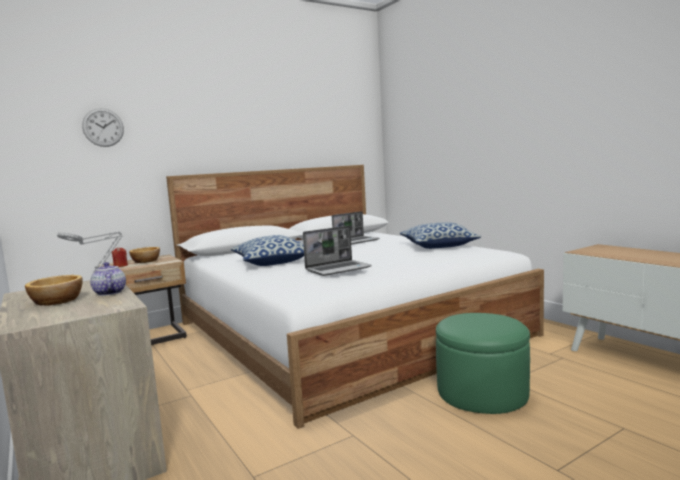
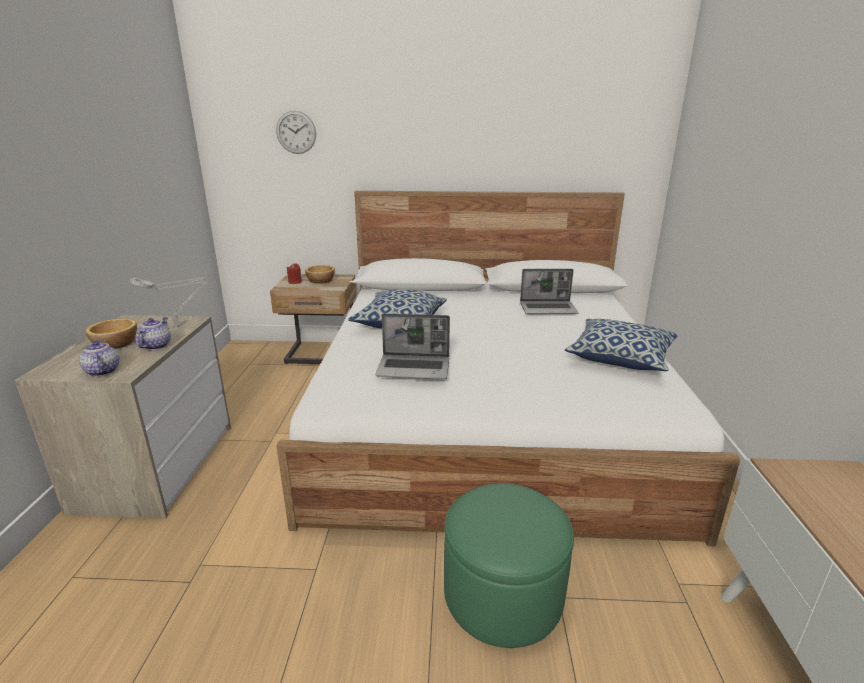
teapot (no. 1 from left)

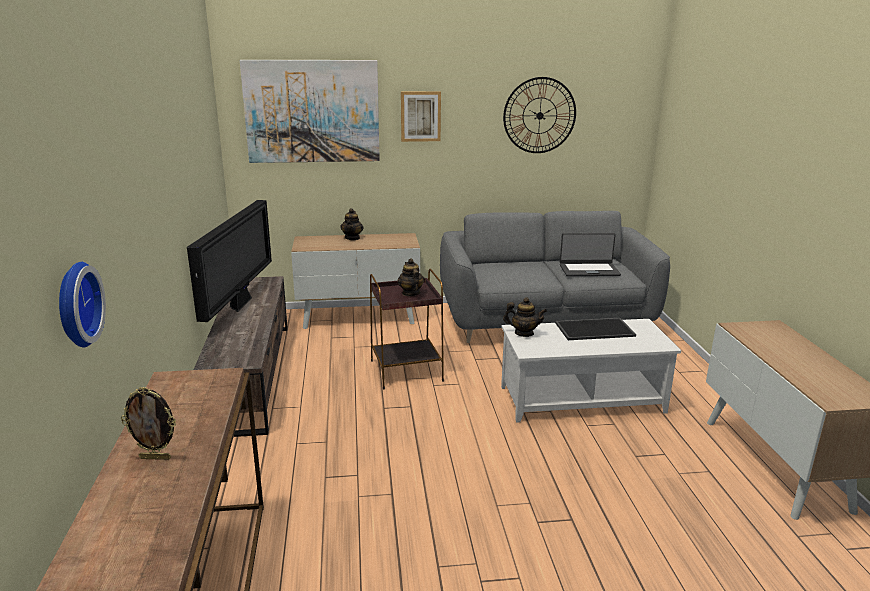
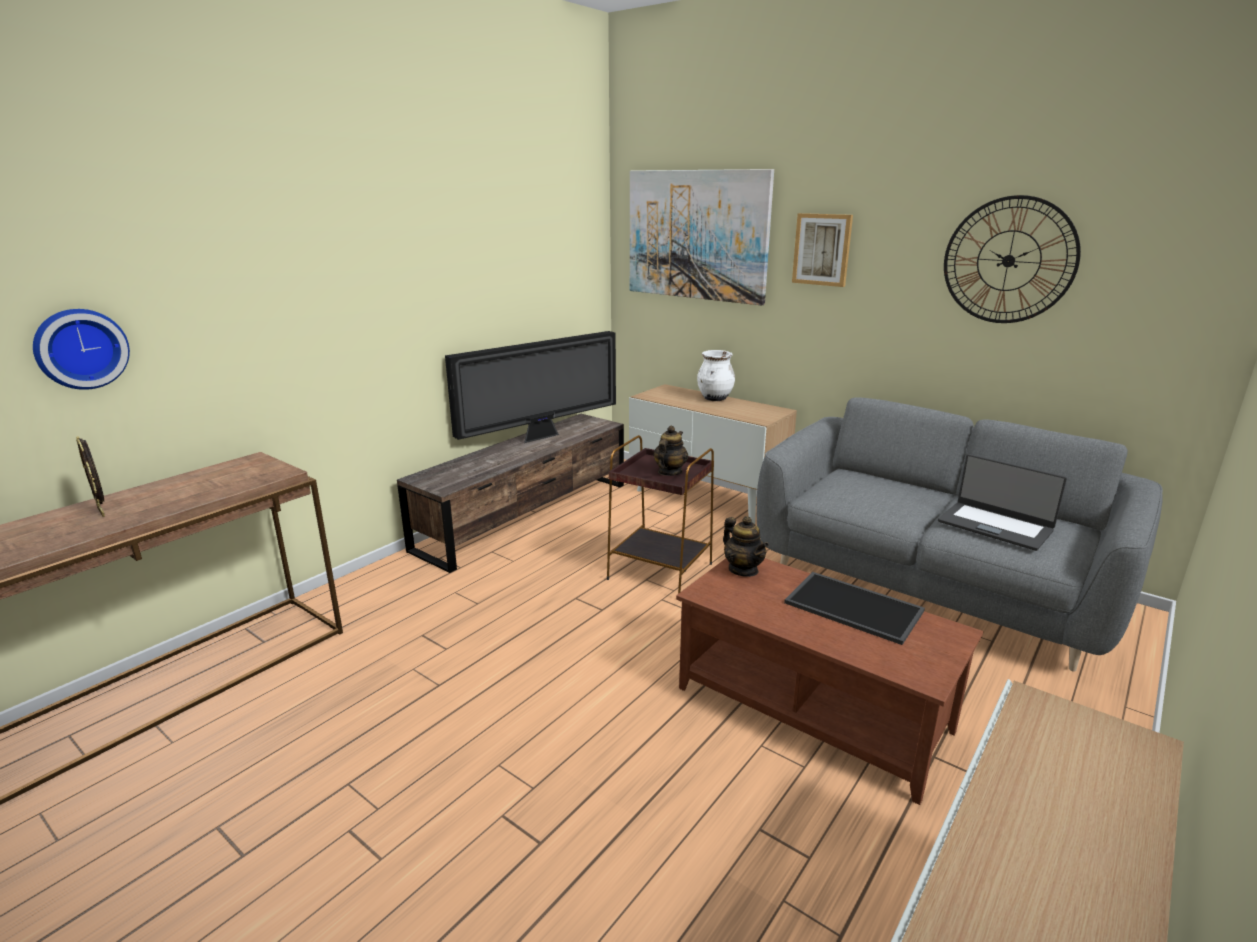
brown coffee table
white vase

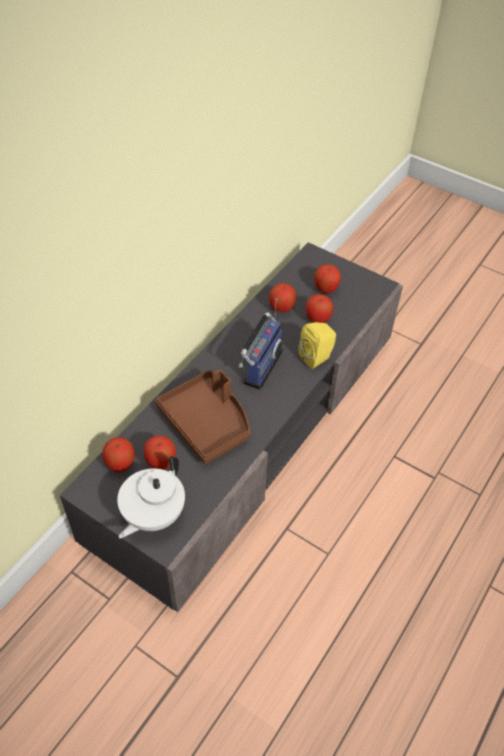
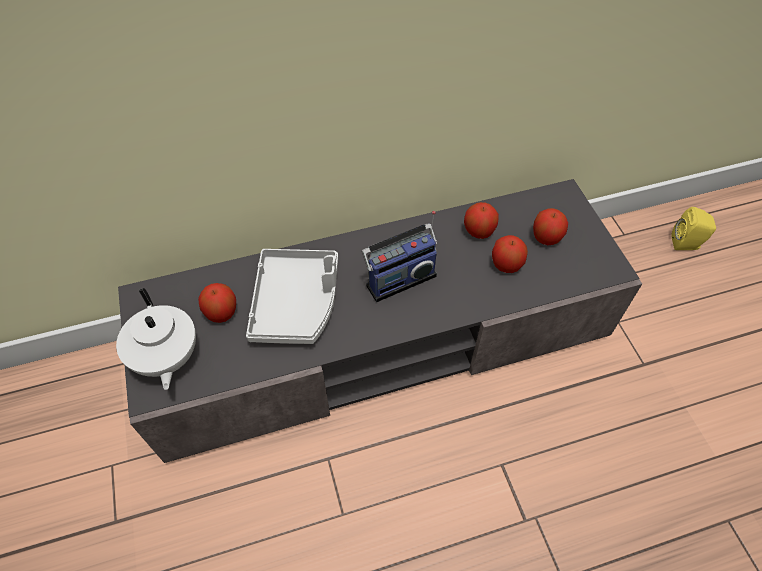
white teapot
grey tray
yellow speaker
apple (no. 1 from left in the first image)

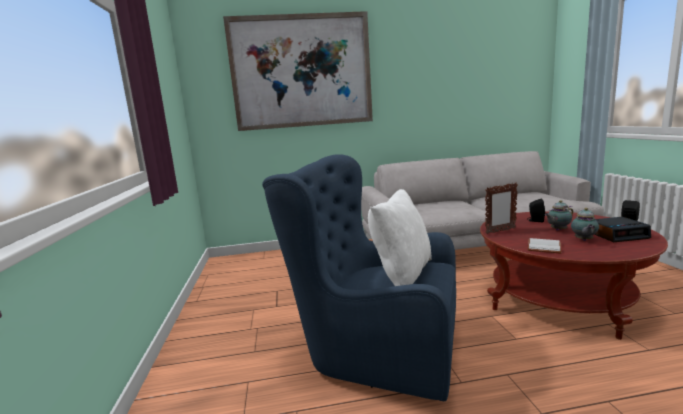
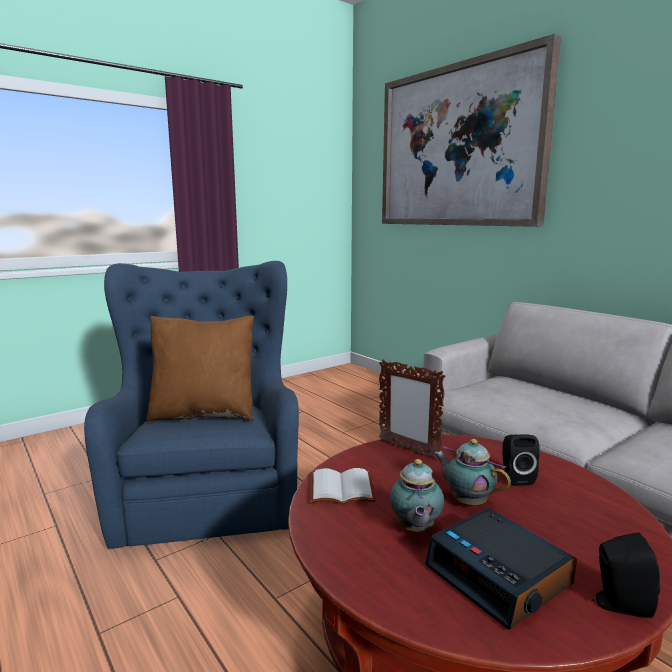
brown pillow
teapot (no. 1 from left)

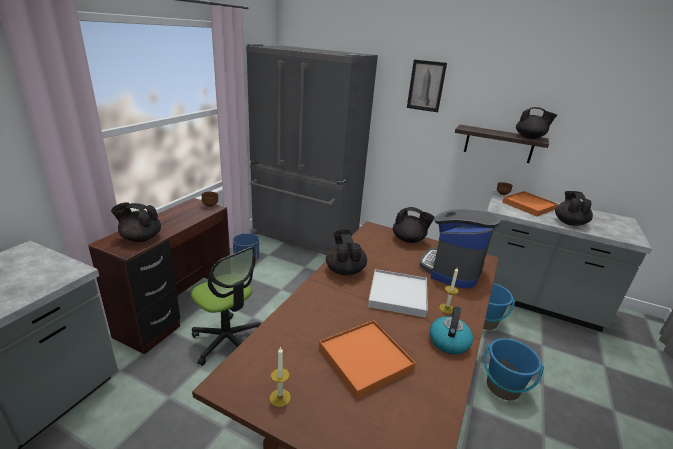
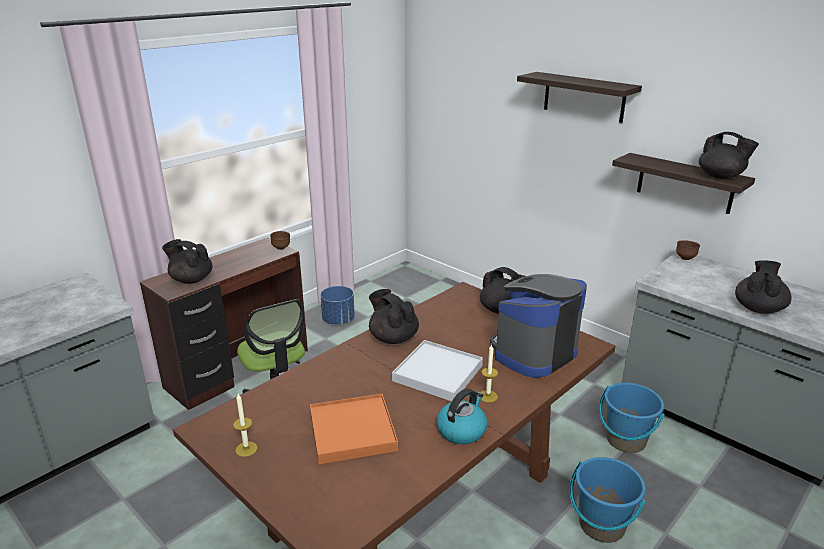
black teapot (no. 2 from left)
shelf (no. 1 from left)
grey fridge
orange tray (no. 2 from left in the first image)

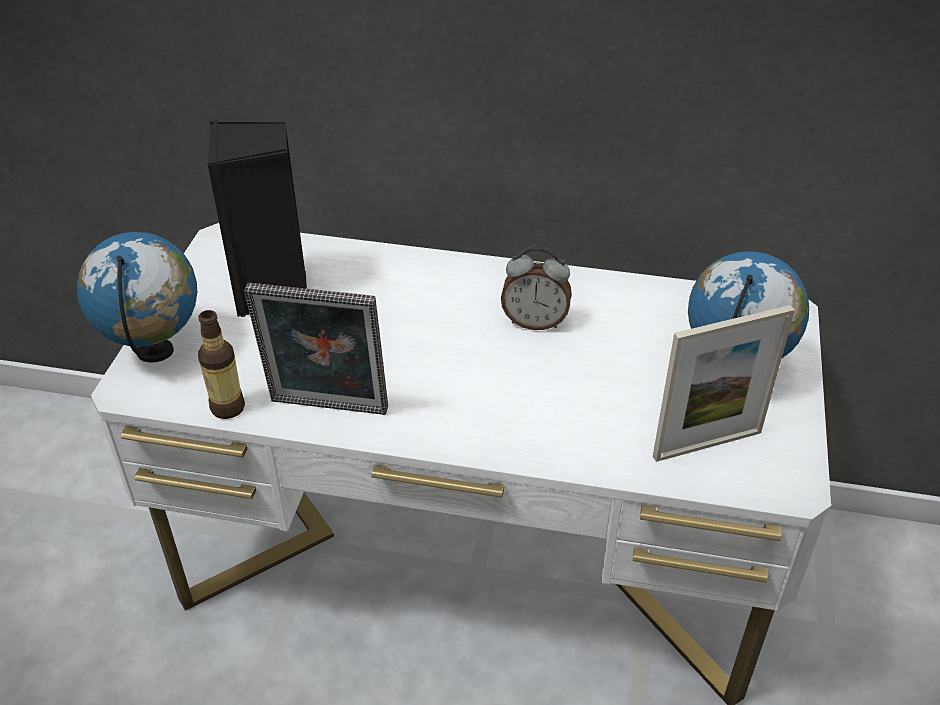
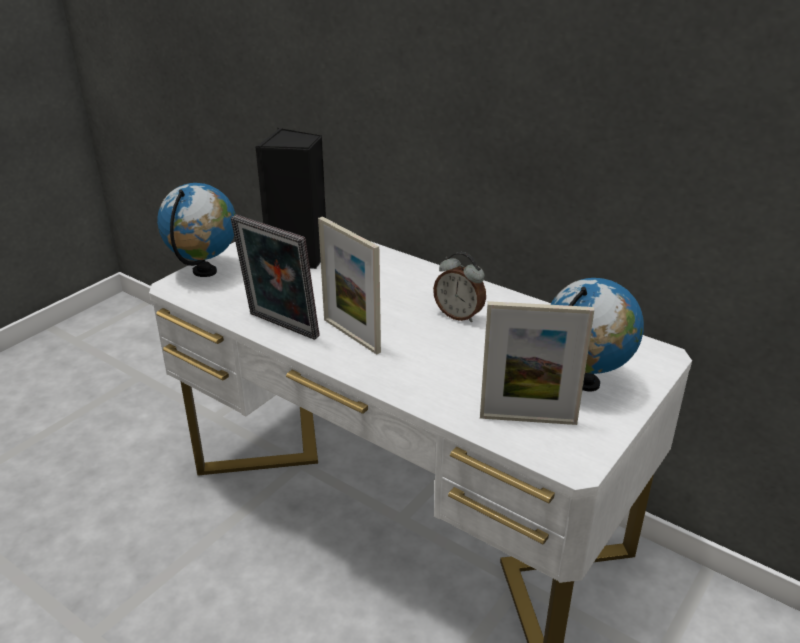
picture frame (no. 2 from left)
bottle

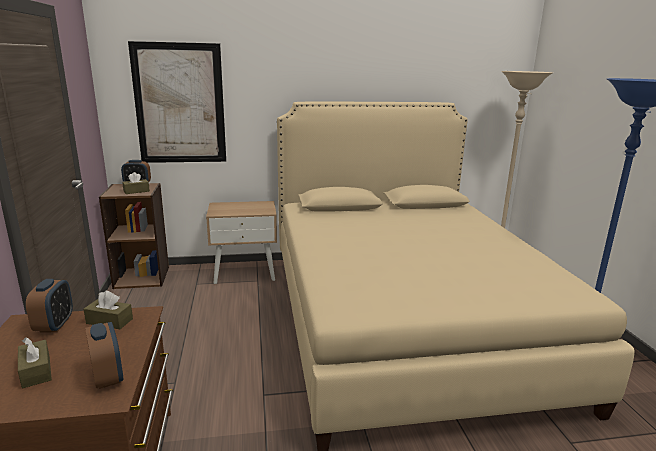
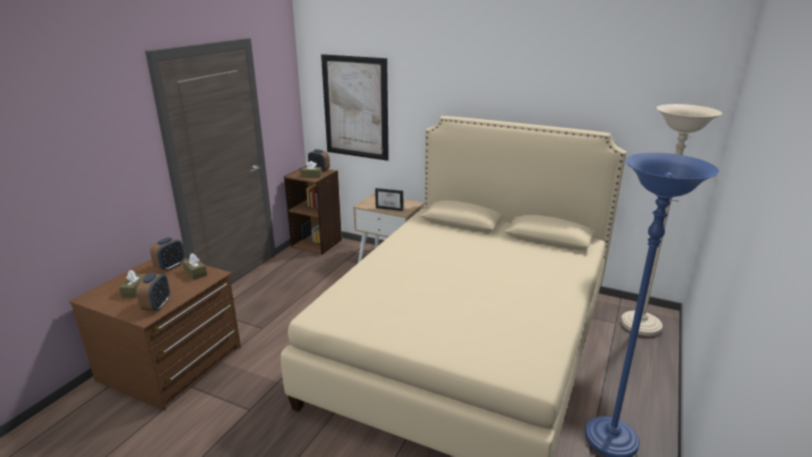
picture frame

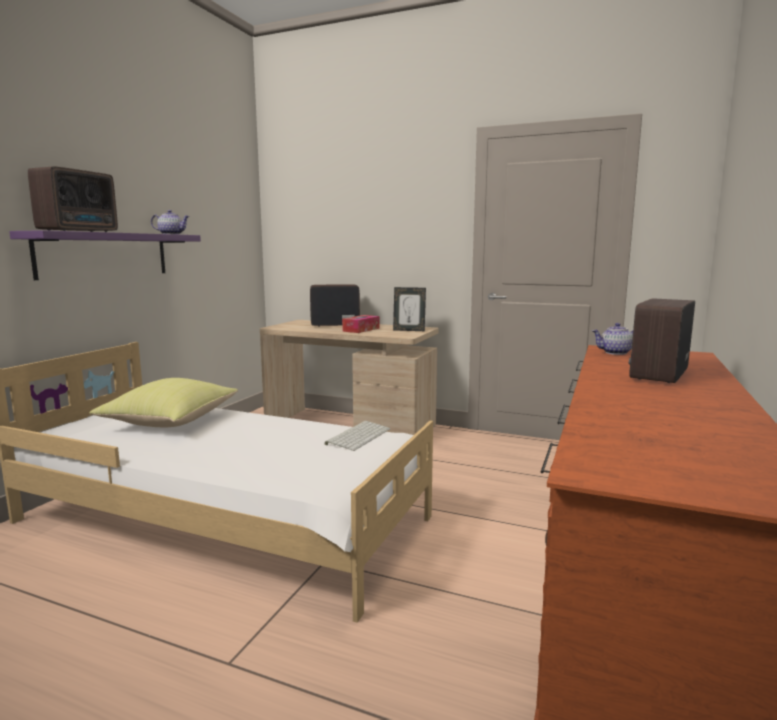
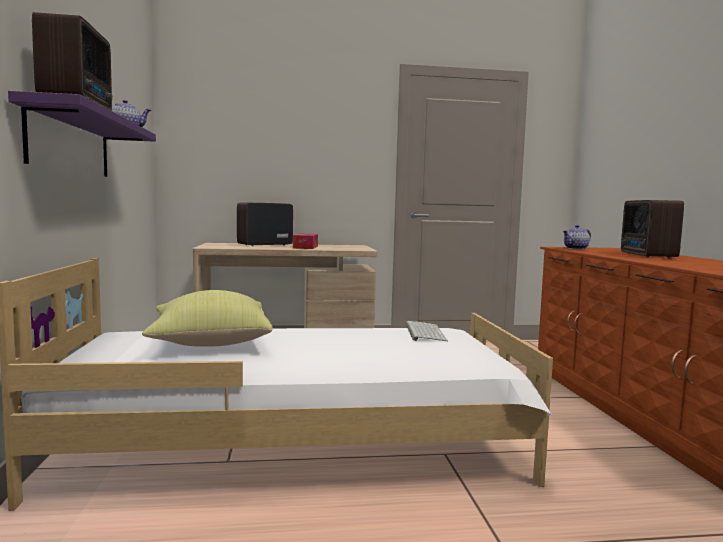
picture frame

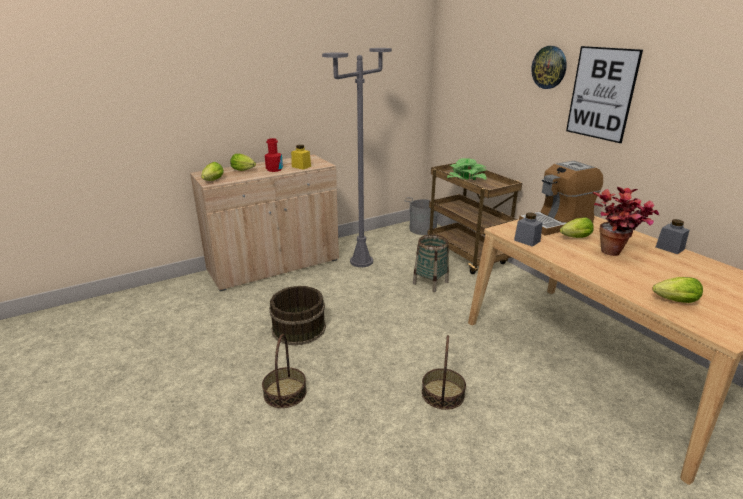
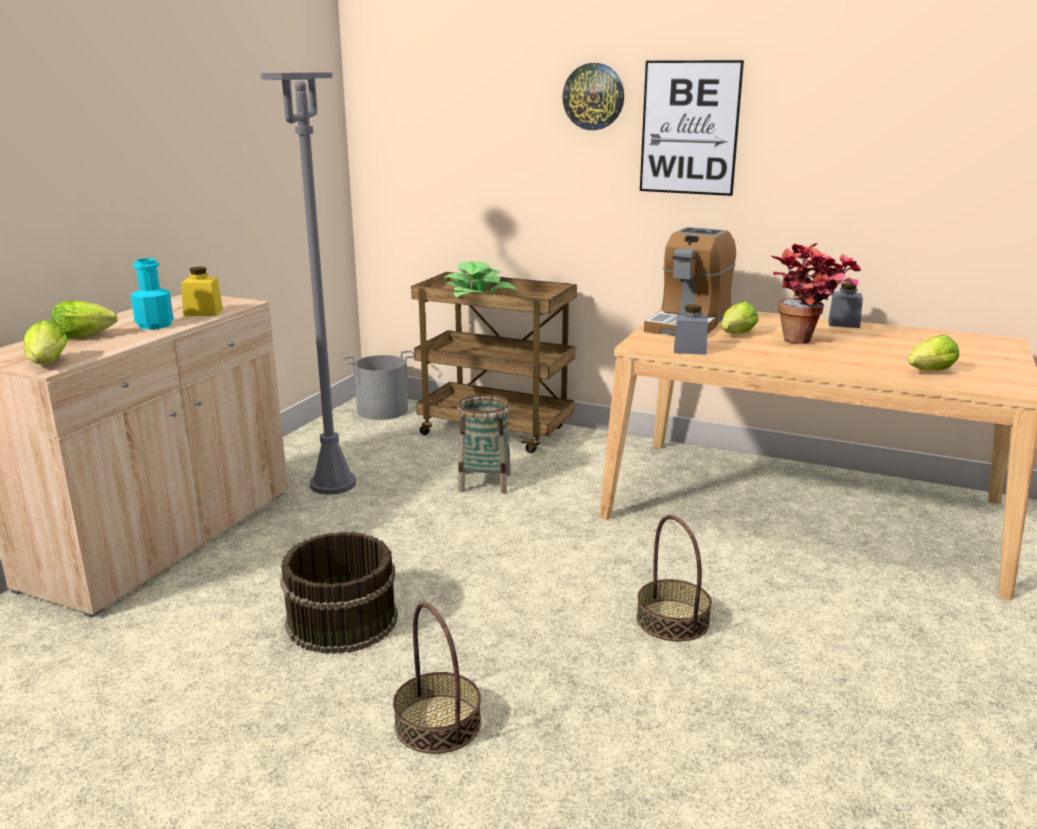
turquoise bottle

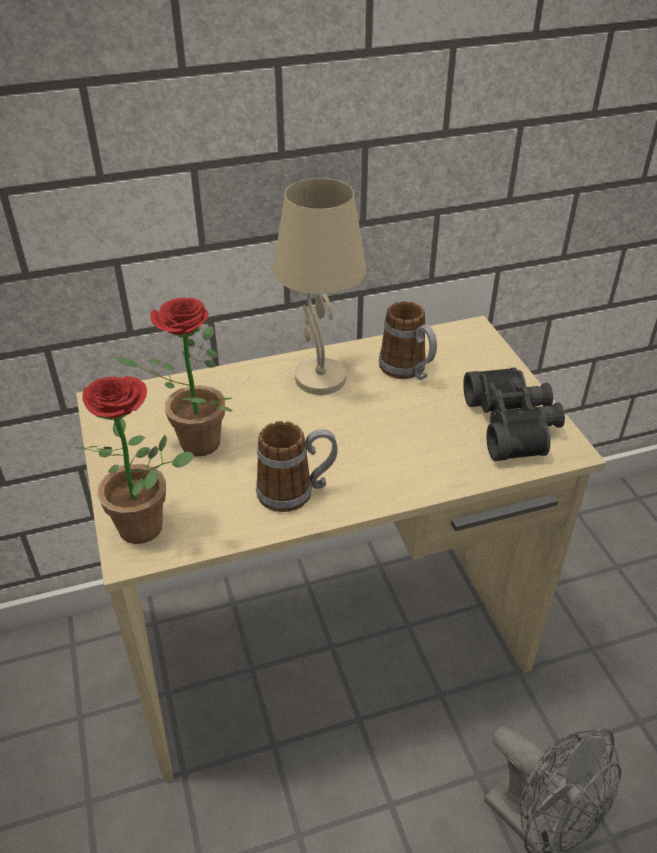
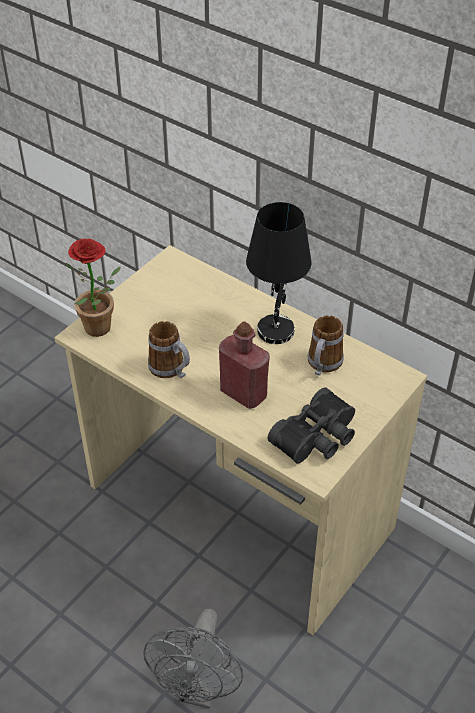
red bottle
black table lamp
potted plant (no. 2 from left in the first image)

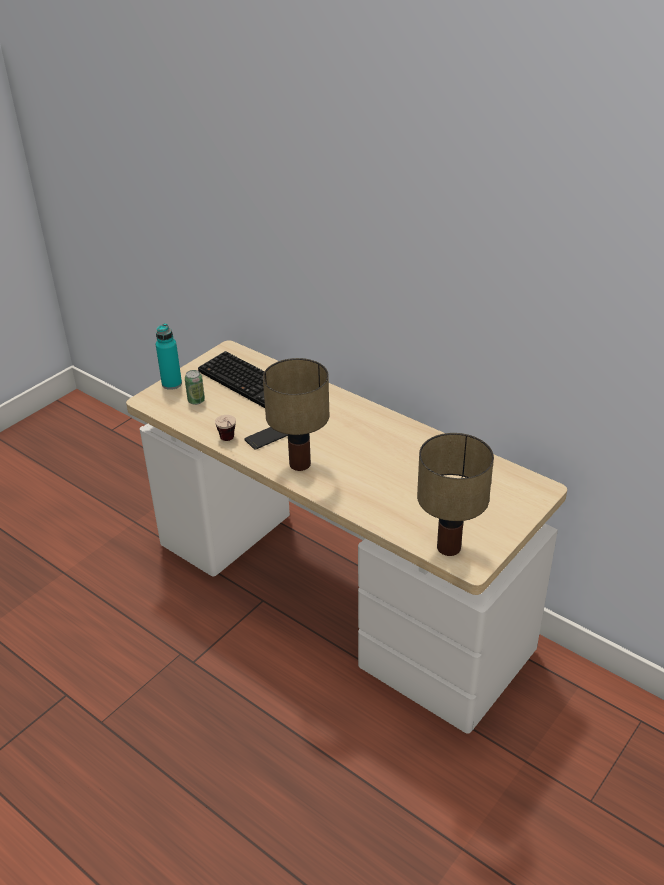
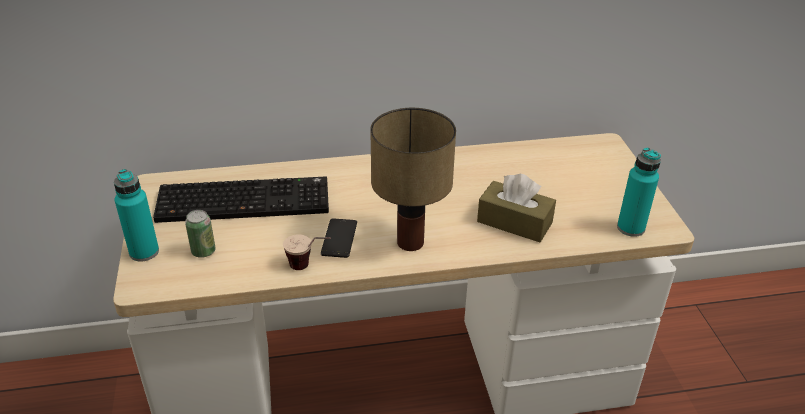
brown tissue box
turquoise bottle (no. 2 from left)

